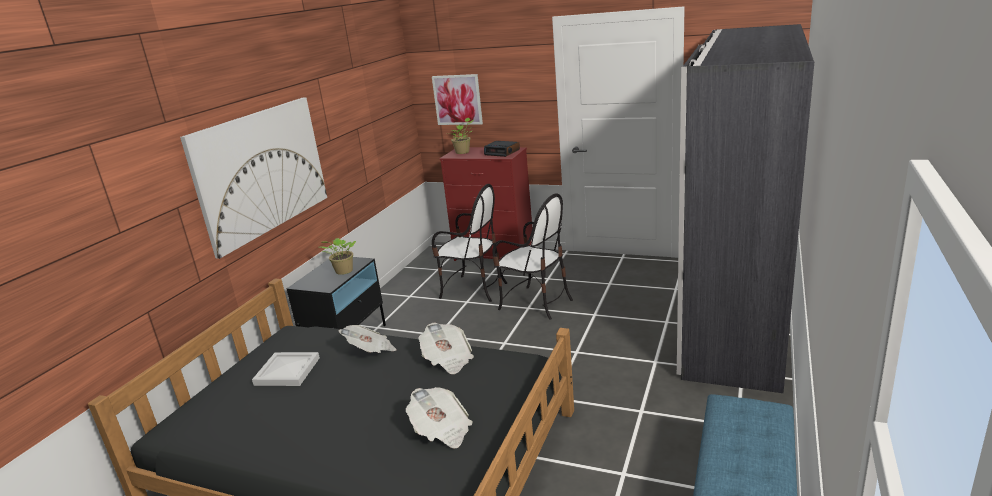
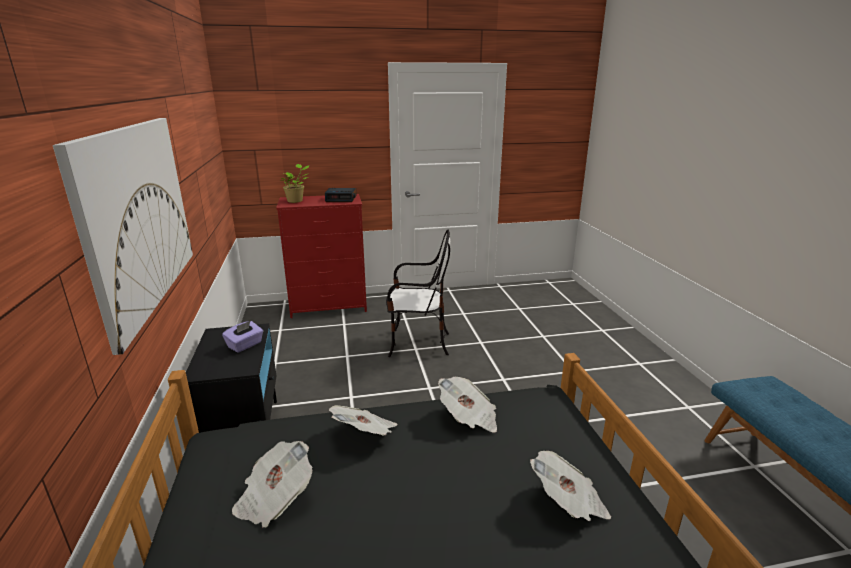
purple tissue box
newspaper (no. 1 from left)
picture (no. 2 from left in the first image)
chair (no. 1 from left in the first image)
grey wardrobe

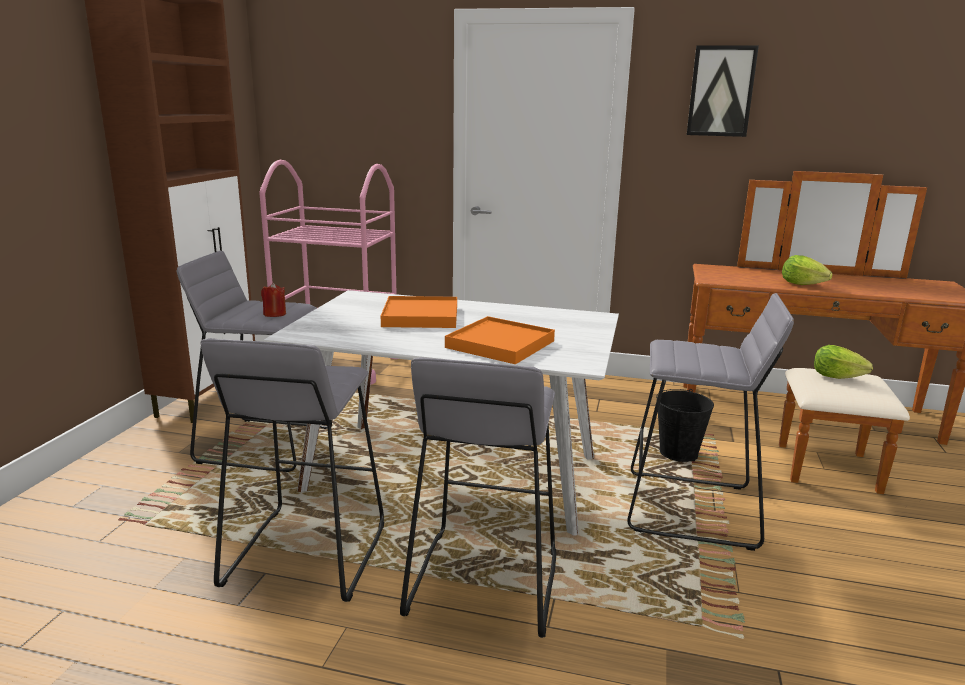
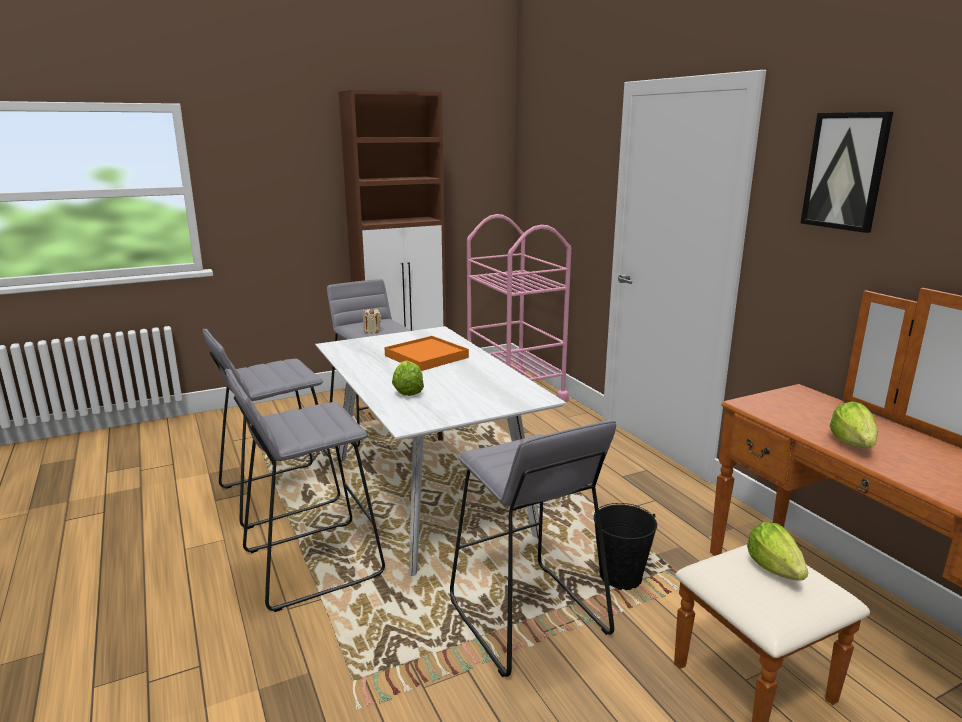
beige candle
lettuce (no. 1 from left)

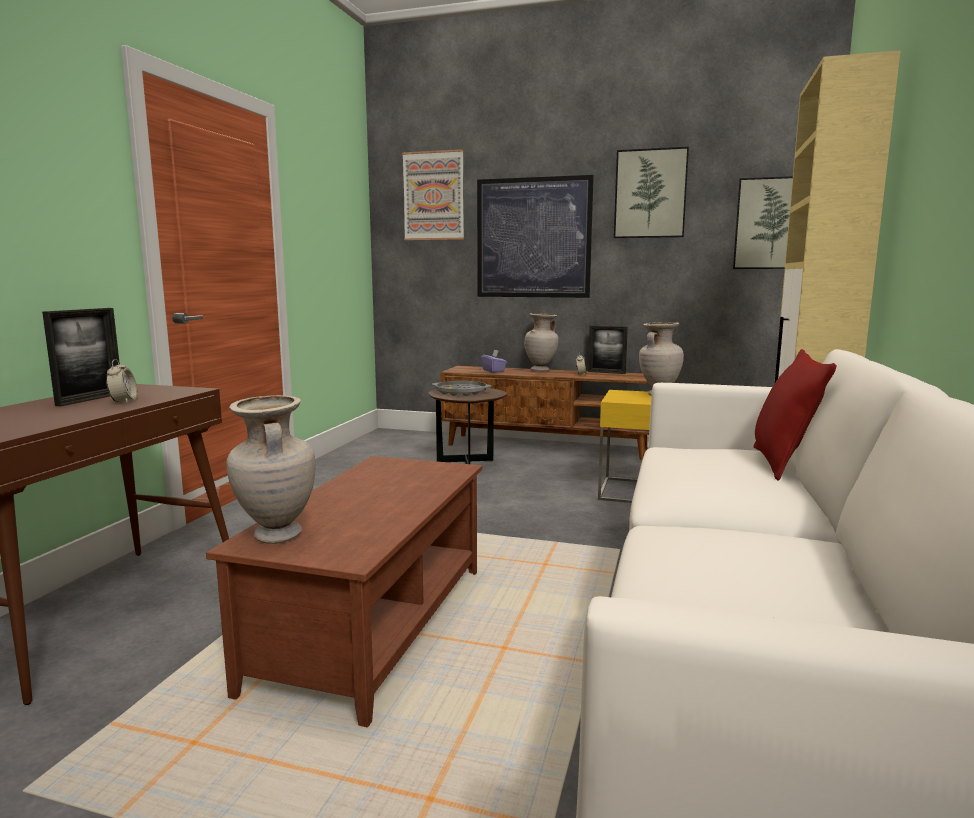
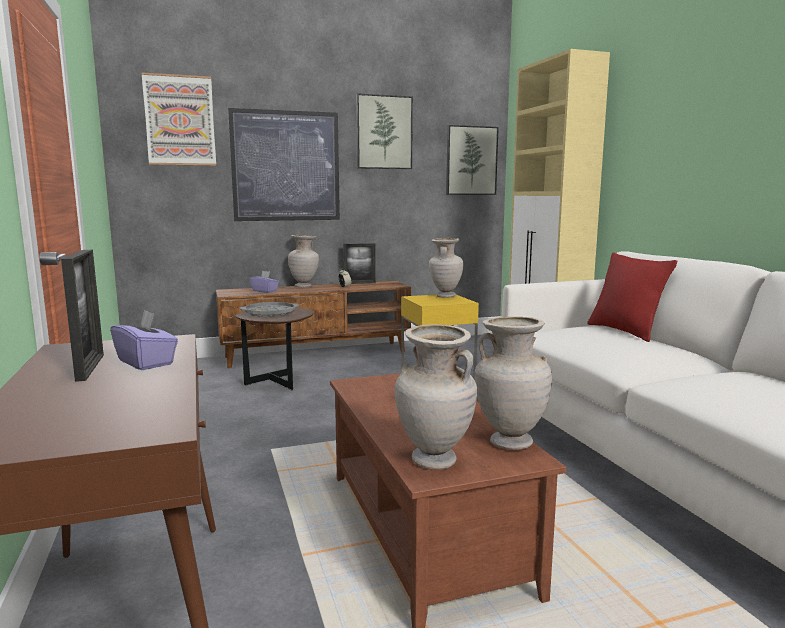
purple tissue box (no. 1 from left)
beige vase (no. 4 from left)

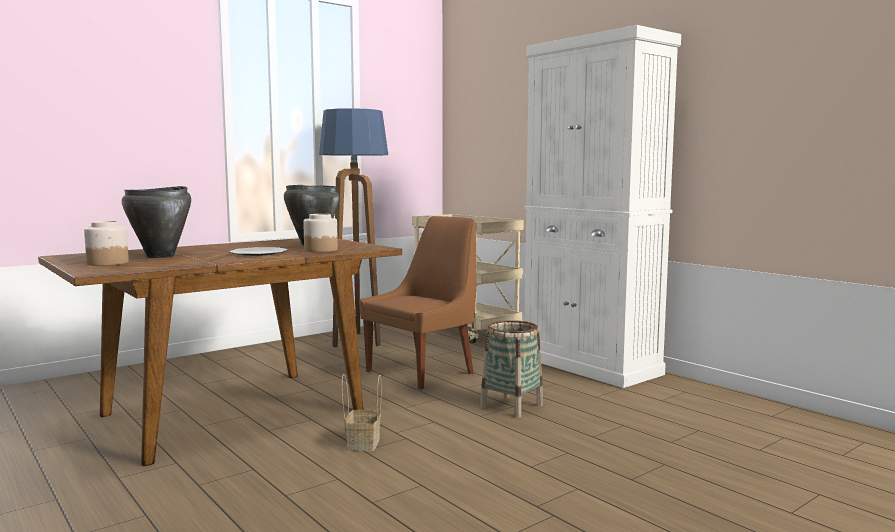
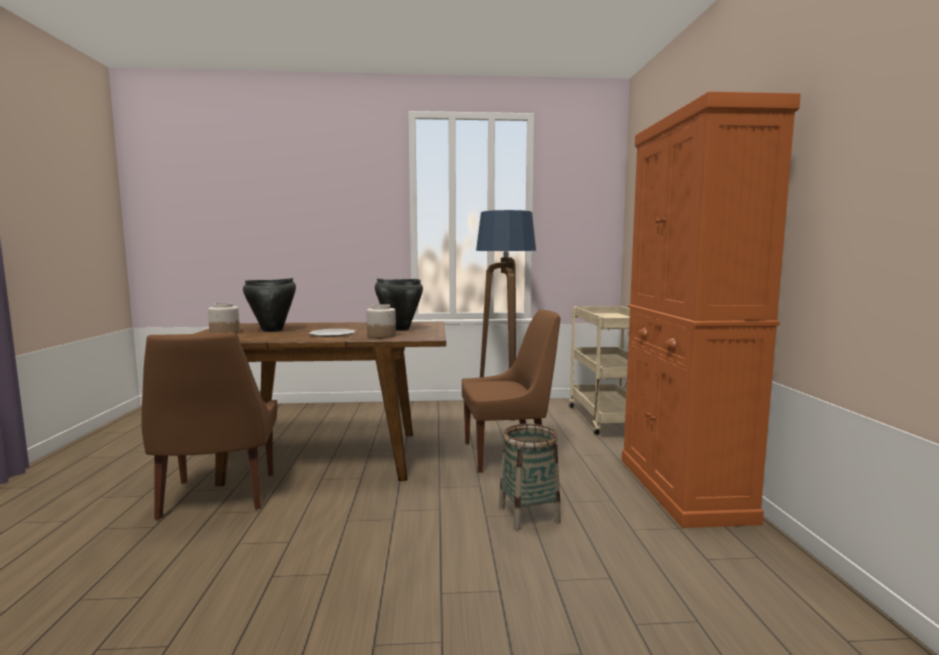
brown chair (no. 1 from left)
orange cabinet
basket (no. 1 from left in the first image)

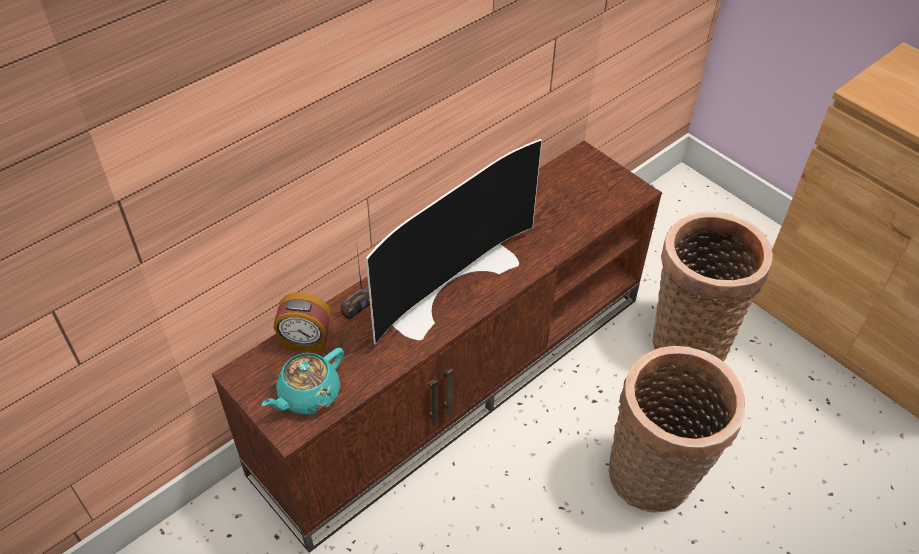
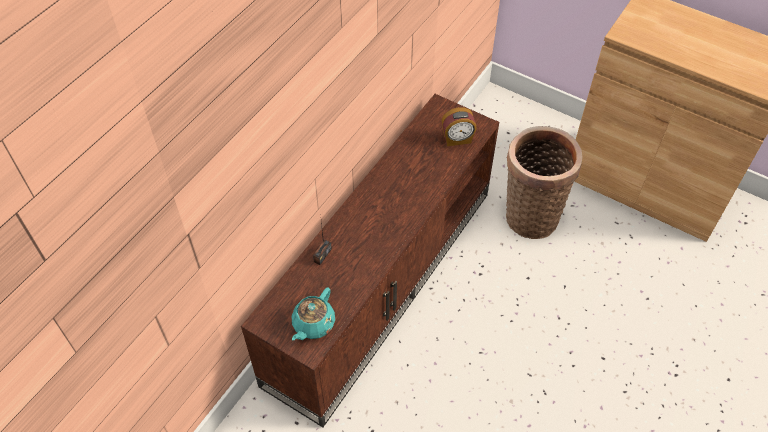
alarm clock
television
basket (no. 1 from left in the first image)

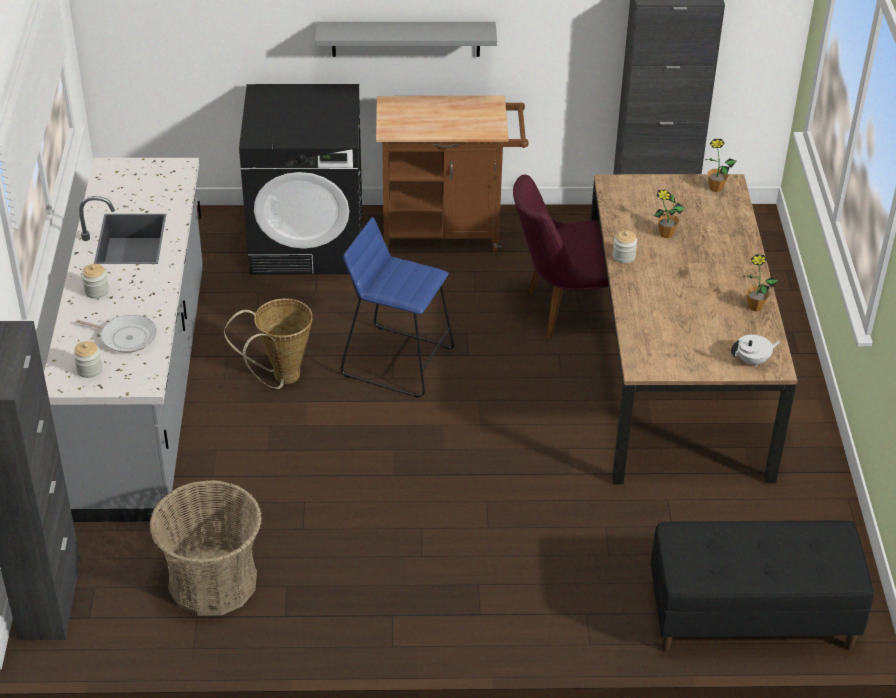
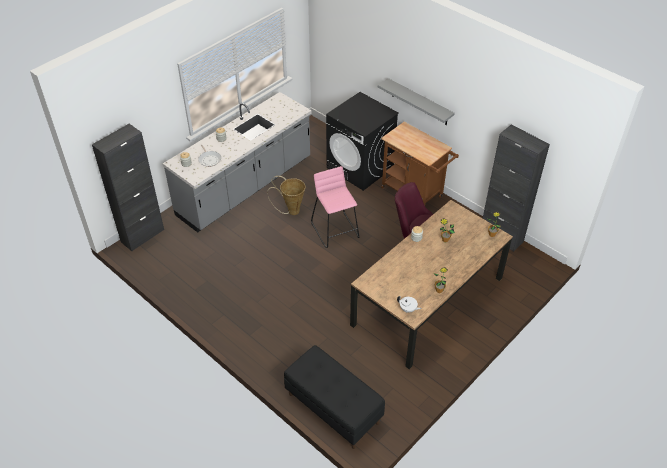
pink stool
basket (no. 1 from left in the first image)

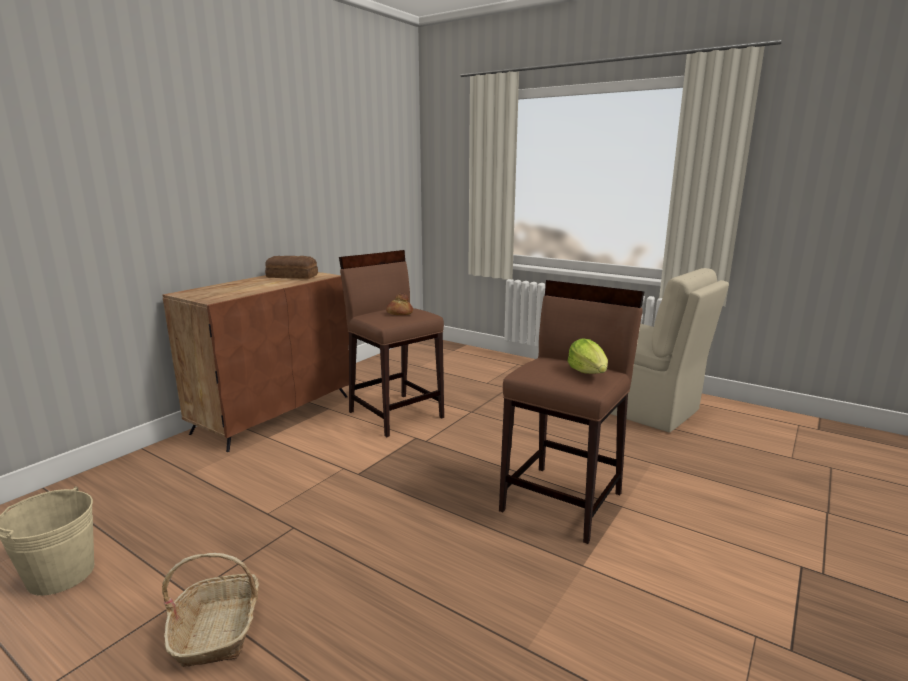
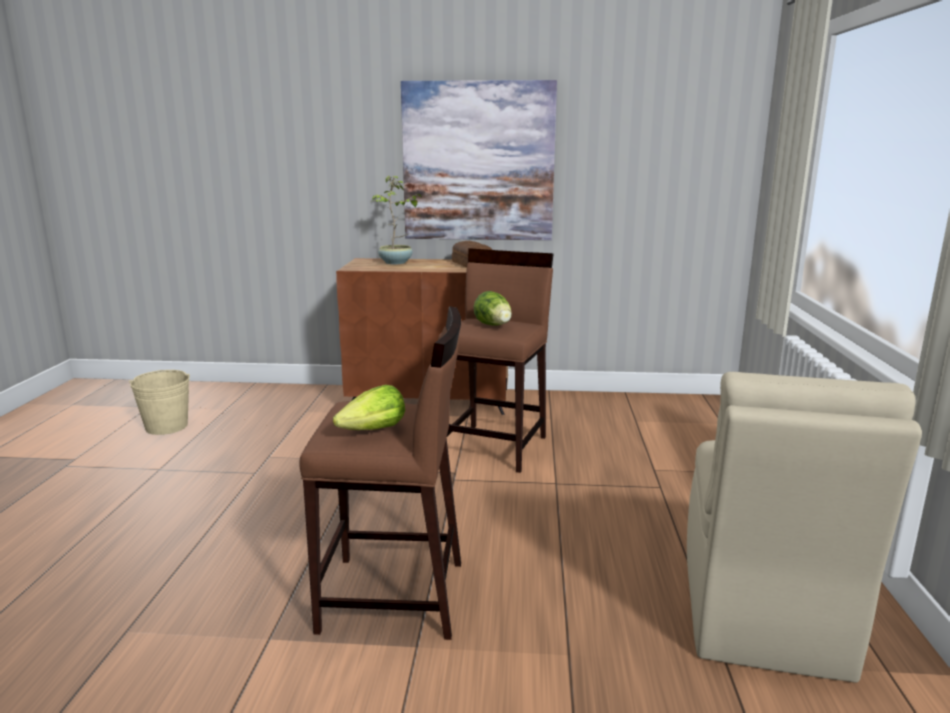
potted plant
picture
lettuce (no. 2 from left)
basket

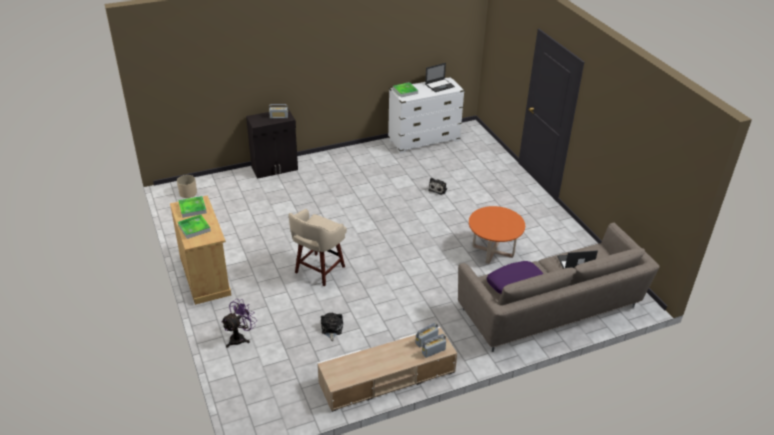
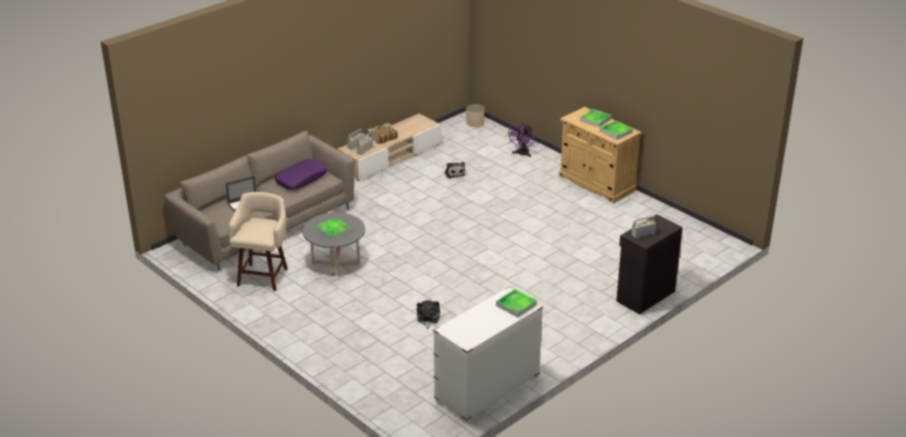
beige stool
grey coffee table
tray (no. 1 from left)
book
beige planter
laptop (no. 1 from left in the first image)

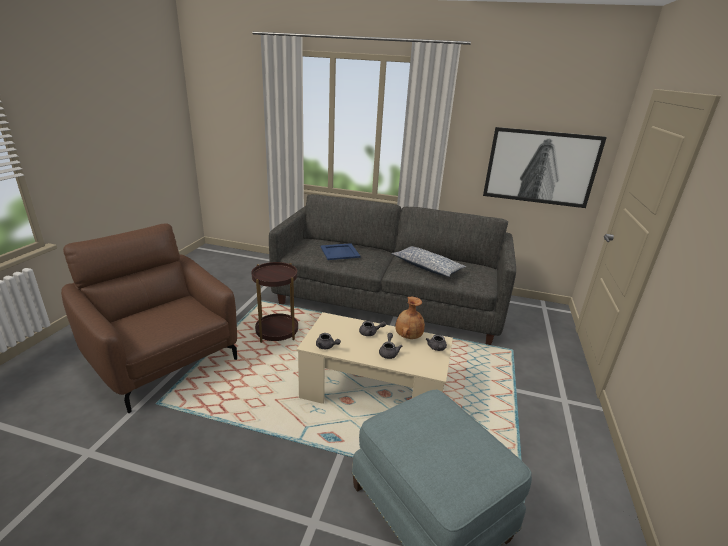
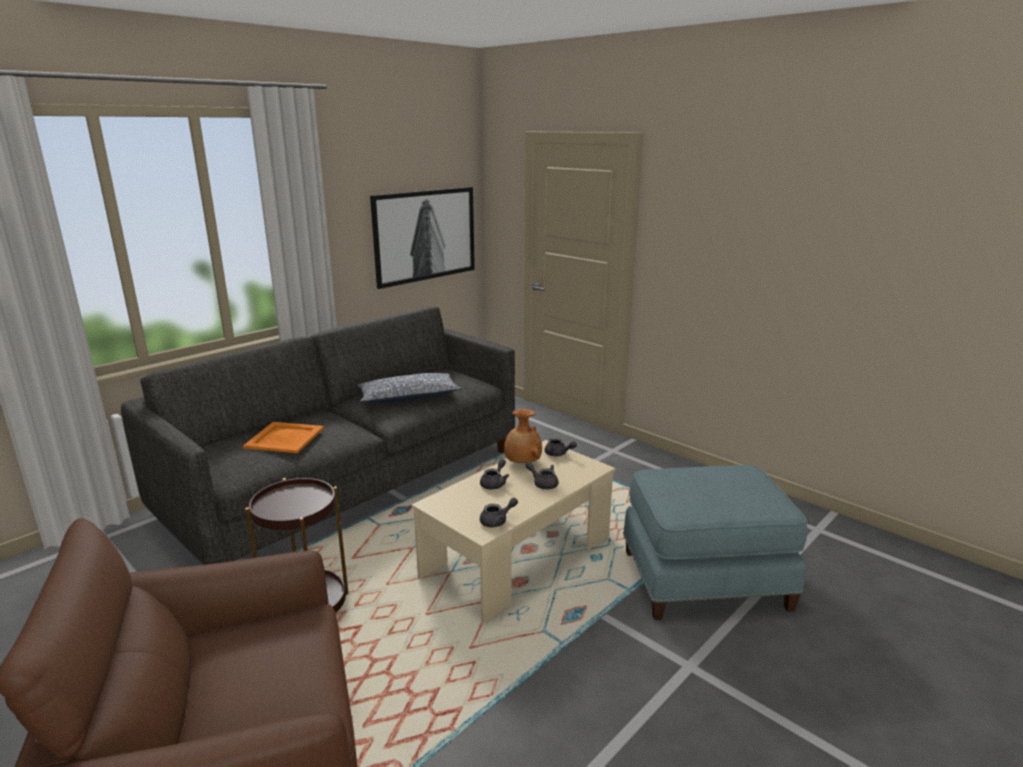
orange tray

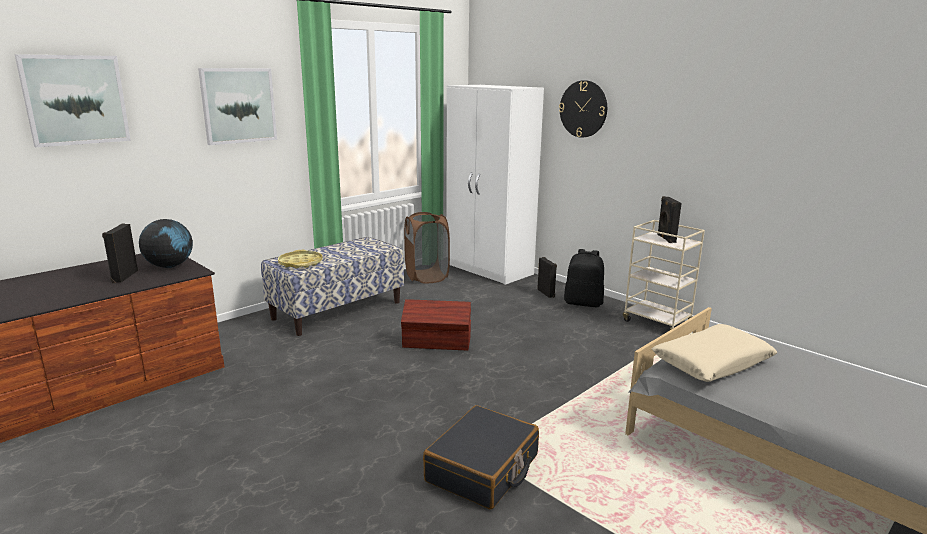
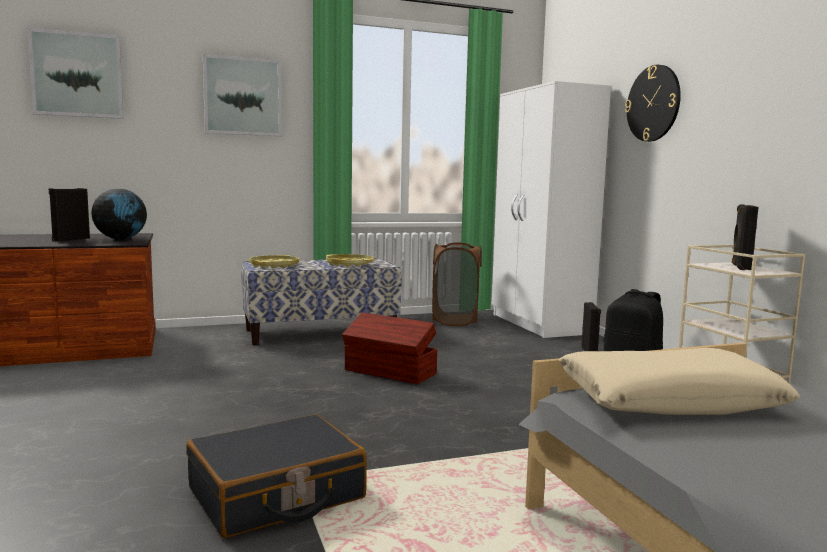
yellow tray (no. 2 from left)

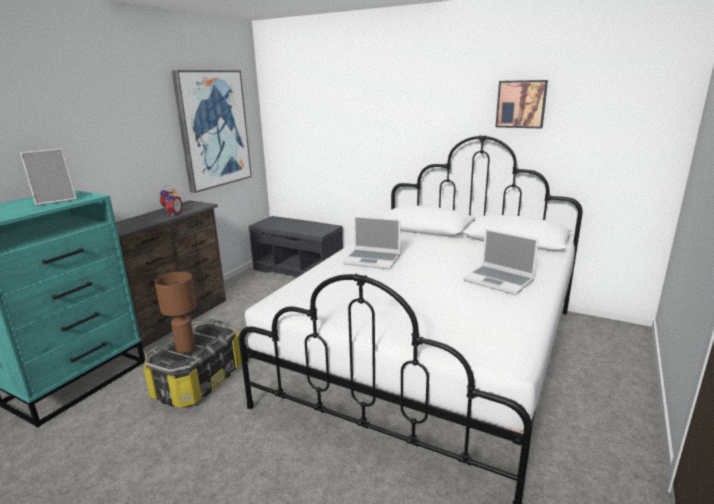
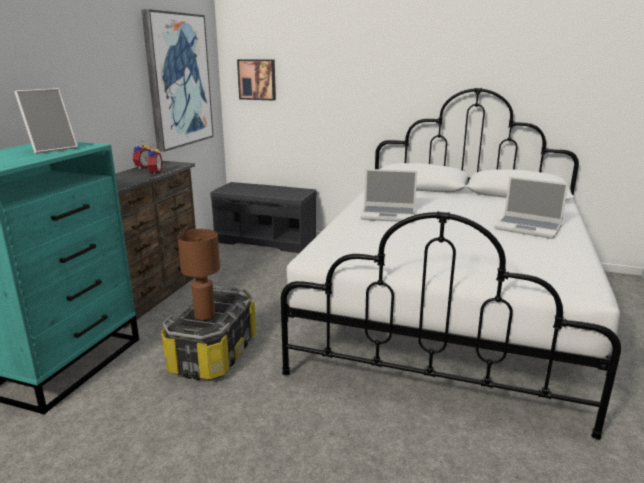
picture (no. 2 from left)

